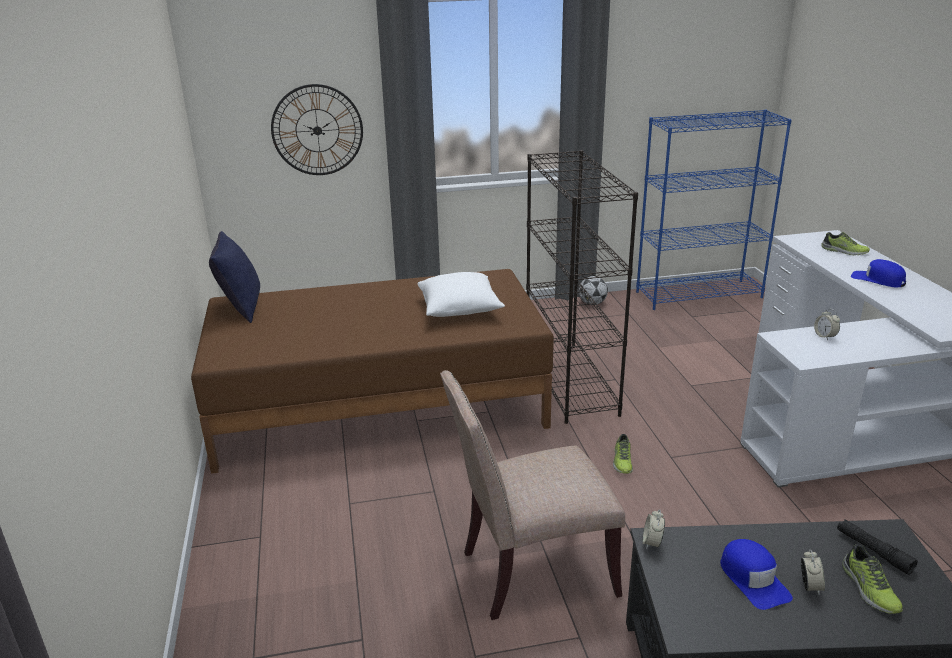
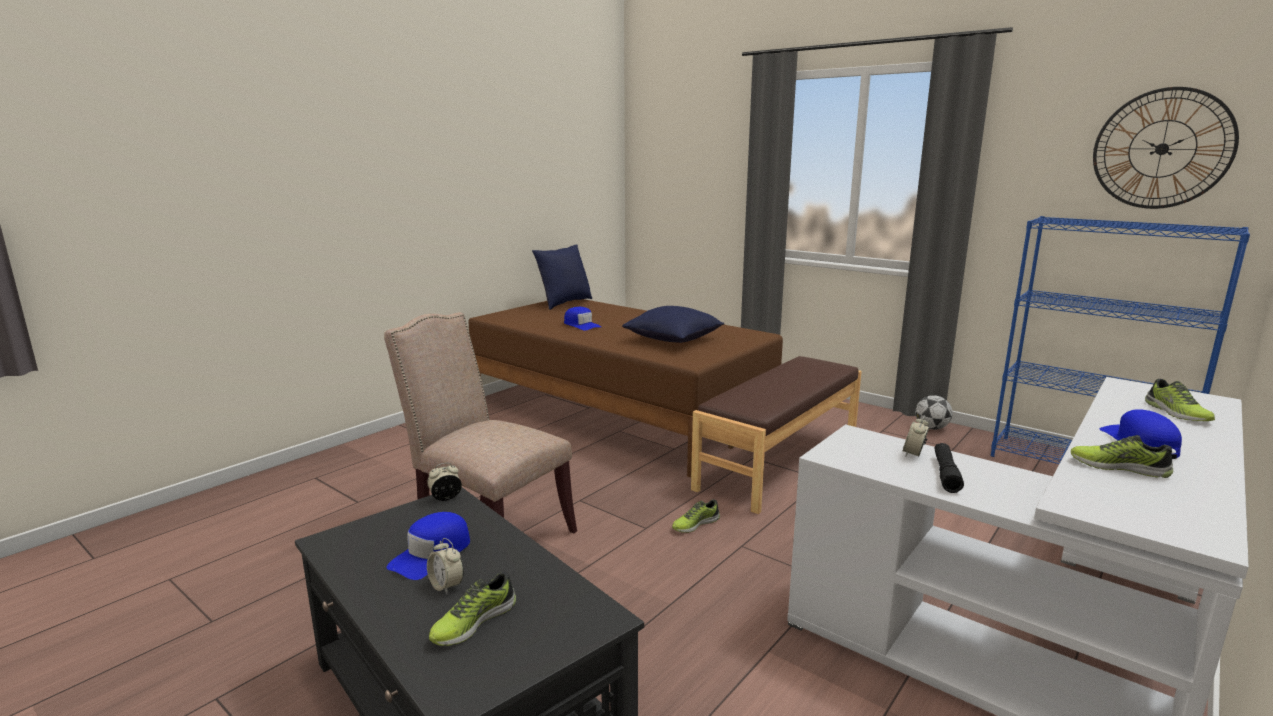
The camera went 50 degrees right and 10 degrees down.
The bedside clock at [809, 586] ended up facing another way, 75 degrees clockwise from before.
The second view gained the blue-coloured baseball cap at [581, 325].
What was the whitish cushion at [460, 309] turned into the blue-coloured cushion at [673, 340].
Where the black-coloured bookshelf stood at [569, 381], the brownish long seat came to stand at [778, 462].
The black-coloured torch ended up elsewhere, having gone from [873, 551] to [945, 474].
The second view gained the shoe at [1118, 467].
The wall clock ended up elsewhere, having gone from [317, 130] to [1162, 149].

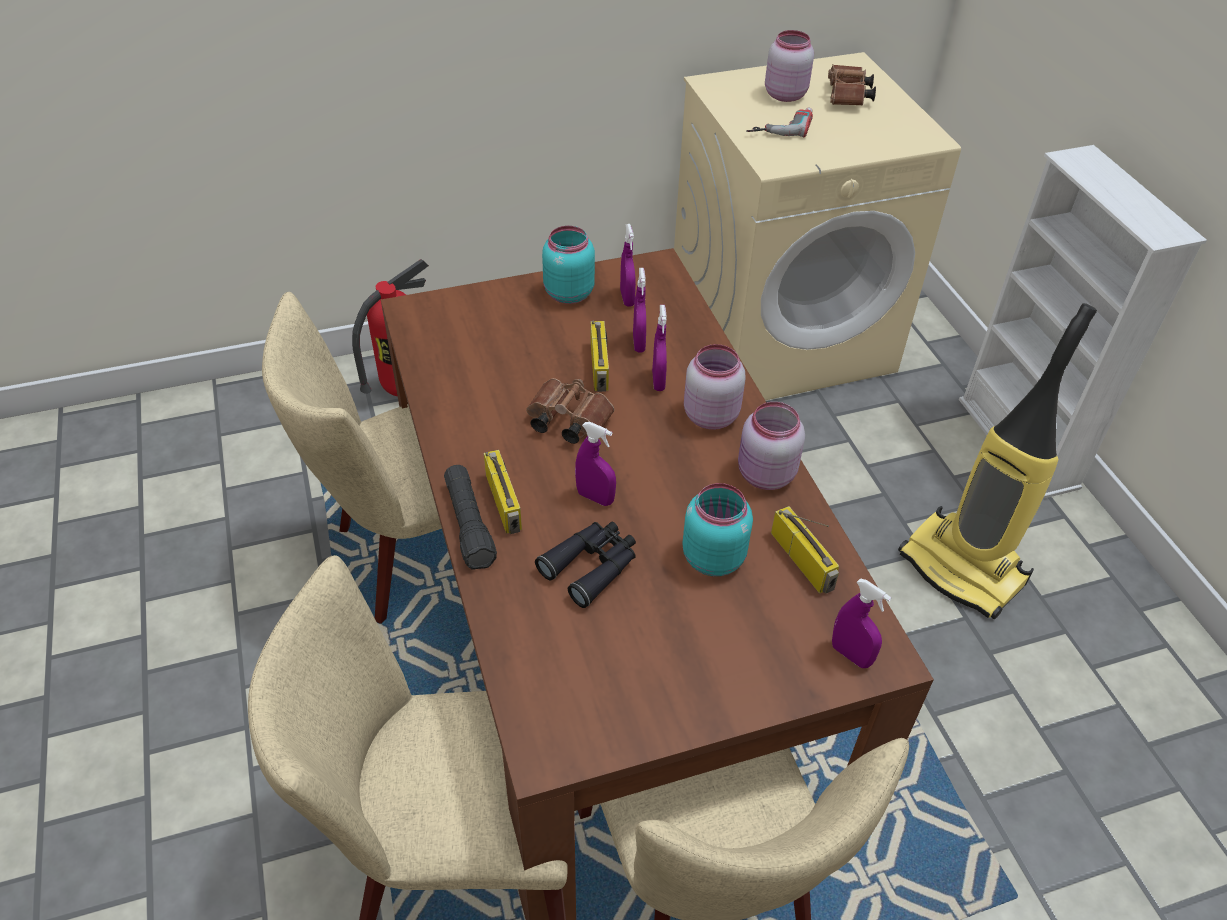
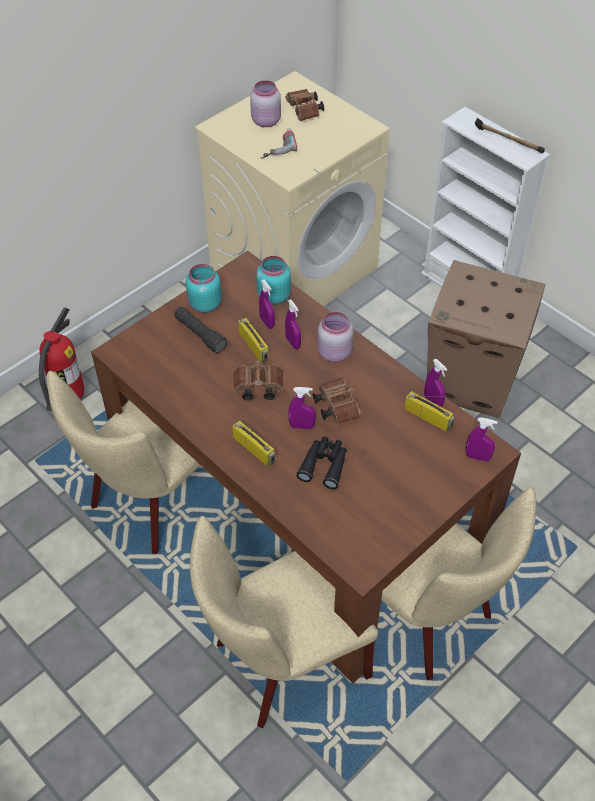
The camera went 25 degrees left and 5 degrees up.
The black-coloured torch ended up elsewhere, having gone from [469, 525] to [200, 335].
The turquoise-coloured jar ended up elsewhere, having gone from [712, 556] to [273, 296].
The second view gained the brownish pair of binoculars at [335, 406].
The purplish hand sprayer ended up elsewhere, having gone from [627, 298] to [433, 401].
Where the vacuum cleaner stood at [964, 569], the cardboard box came to stand at [472, 380].
The second view gained the hand hammer at [505, 143].
The second view lost the pink-coloured jar at [764, 475].

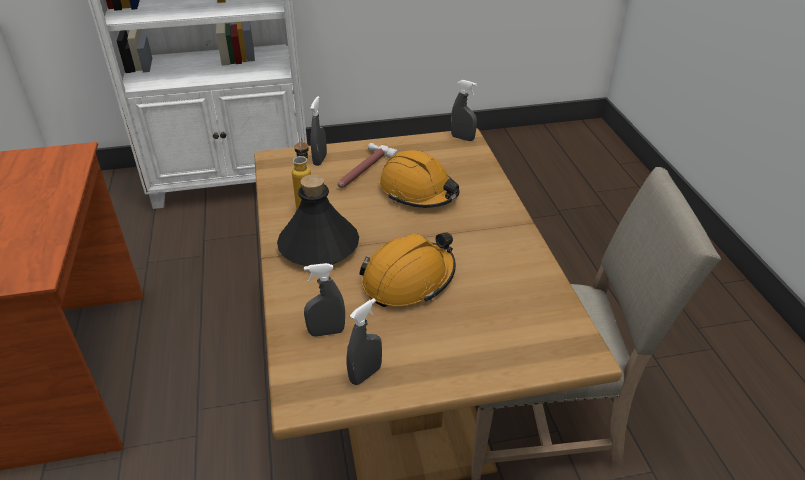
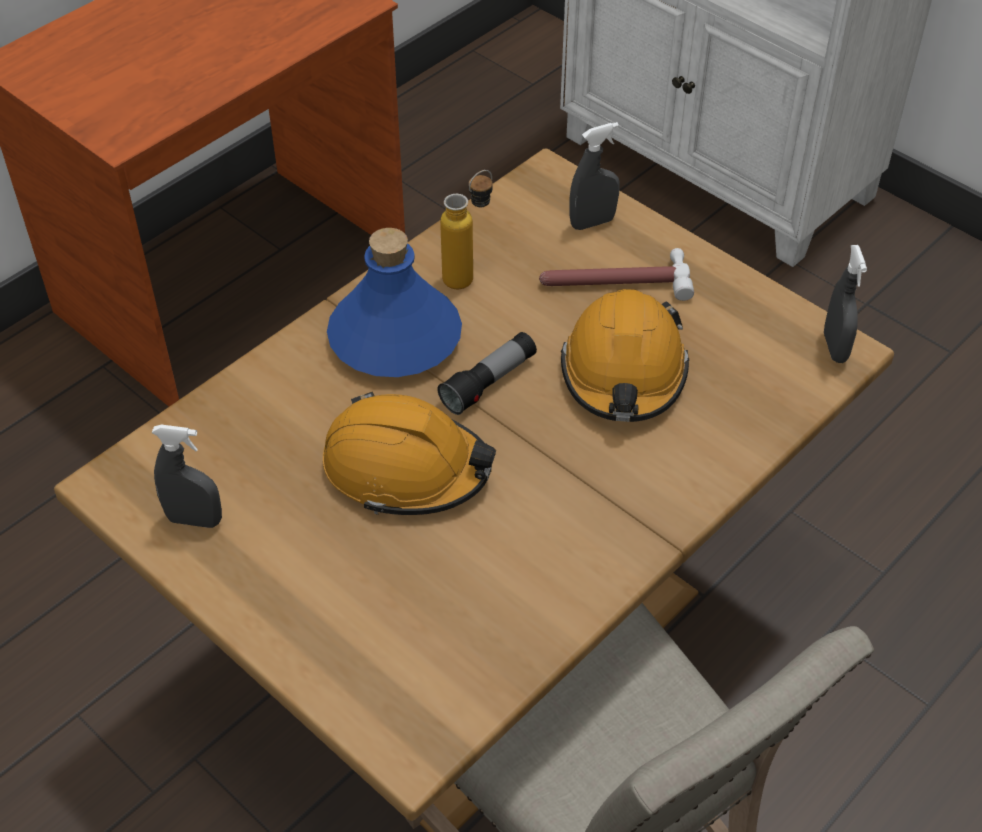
The camera went 55 degrees right and 10 degrees up.
What was the black-coloured beverage bottle at [319, 246] turned into the blue-coloured beverage bottle at [395, 339].
The second view gained the torch at [489, 383].
The second view lost the greyish hand sprayer at [326, 332].

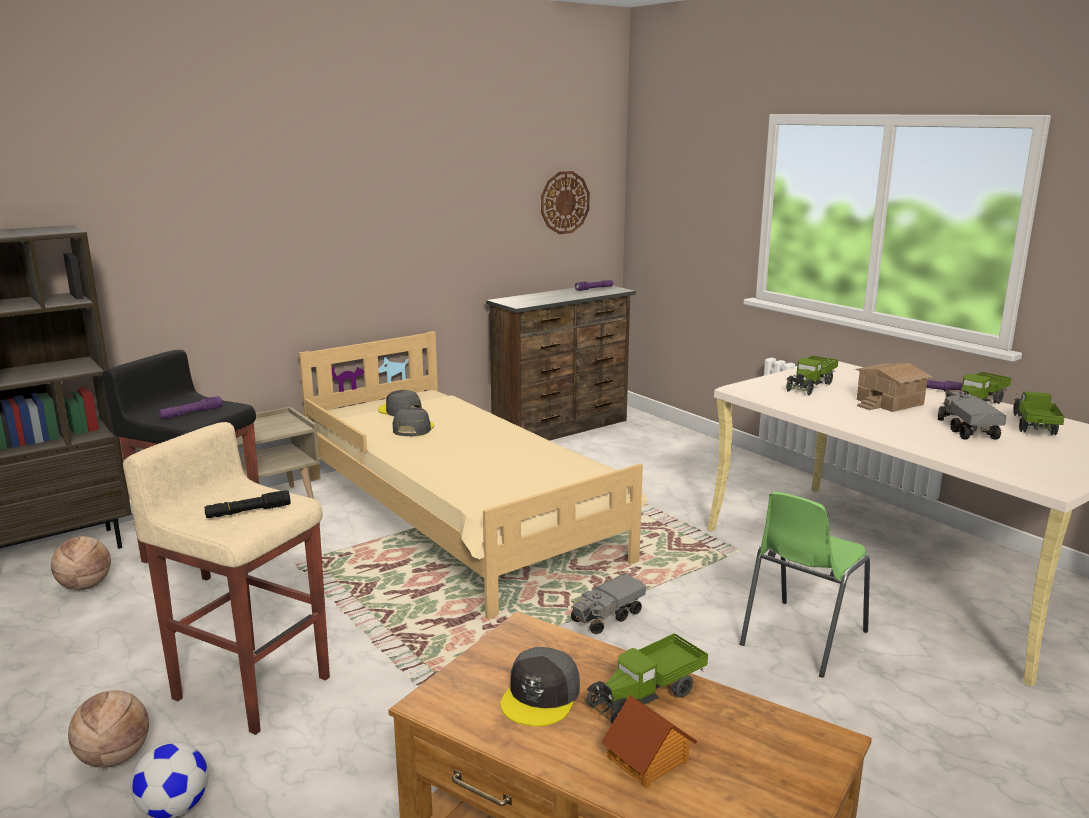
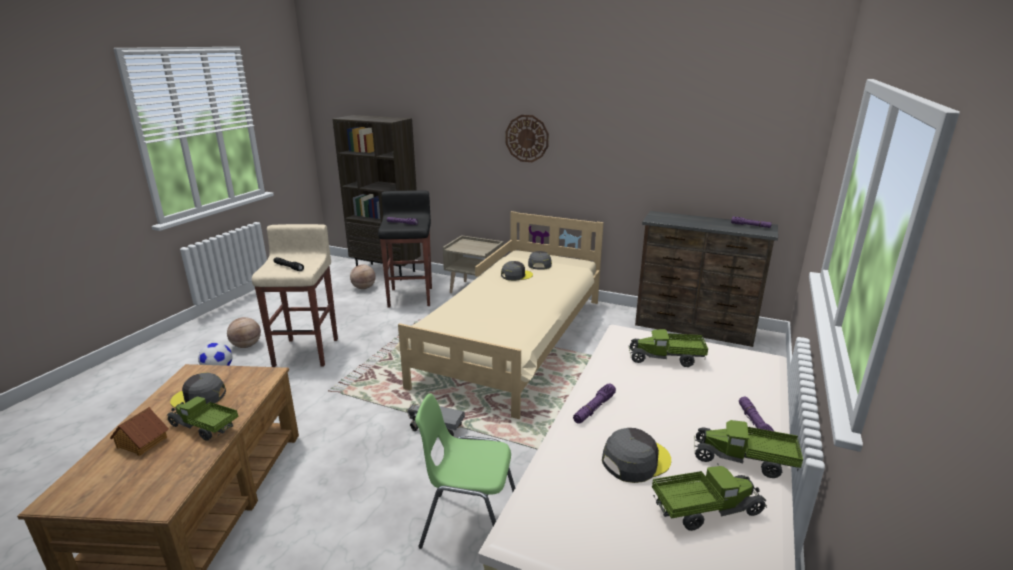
The camera went 60 degrees right and 5 degrees up.
The wall clock ended up elsewhere, having gone from [564, 202] to [527, 138].
The second view gained the purplish torch at [594, 408].
Where the toy truck stood at [966, 429], the greyish baseball cap came to stand at [635, 460].
The second view lost the toy house at [891, 402].

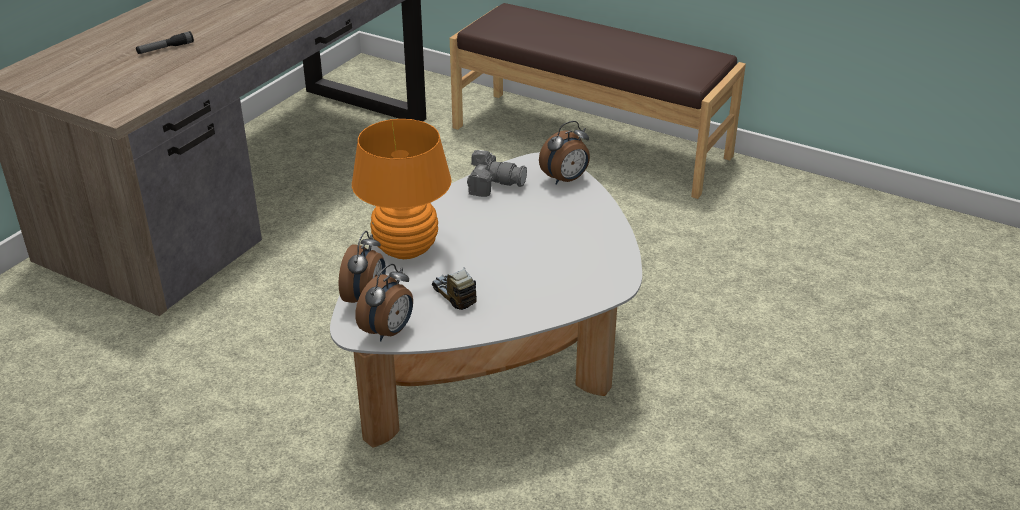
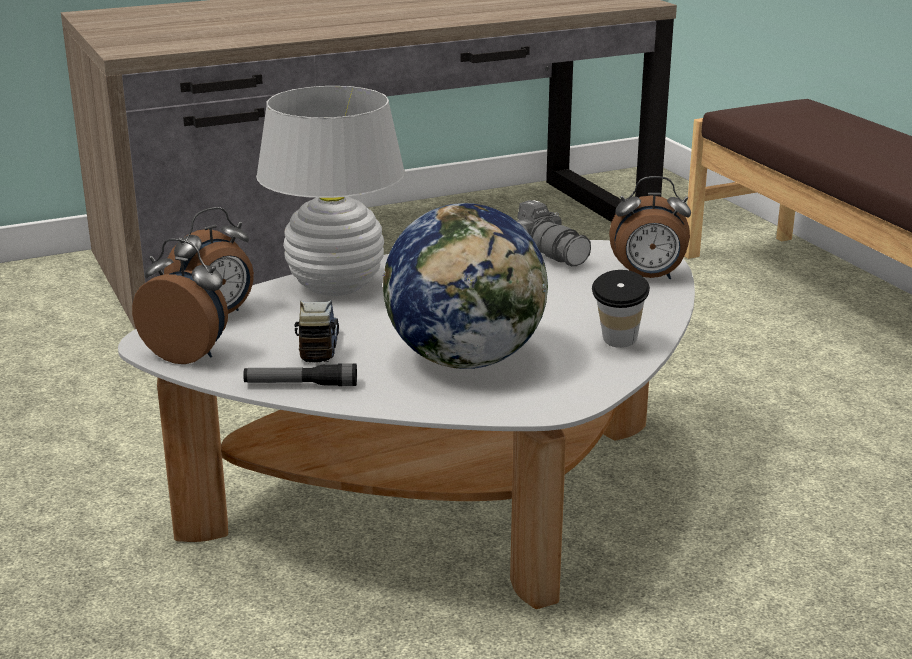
The camera went 35 degrees right and 10 degrees down.
The bedside clock at [389, 332] ended up facing another way, 135 degrees counterclockwise from before.
The torch ended up elsewhere, having gone from [165, 48] to [301, 385].
What was the orangey table lamp at [406, 249] turned into the whitish table lamp at [336, 286].
The second view gained the world globe at [466, 359].
The second view gained the small cup at [617, 345].

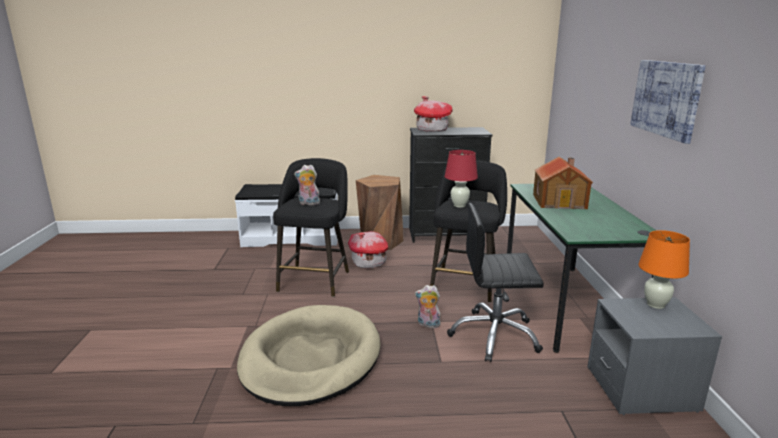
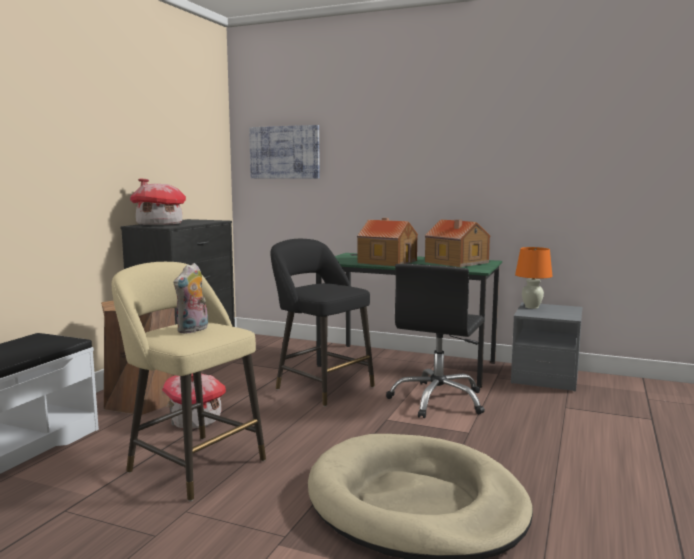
The camera went 65 degrees left and 10 degrees down.
What was the black-coloured stool at [315, 279] turned into the sand-coloured stool at [192, 464].
The picture ended up elsewhere, having gone from [666, 98] to [284, 152].
The second view gained the toy house at [456, 262].
The second view lost the soft toy at [427, 325].
The second view lost the red table lamp at [459, 205].

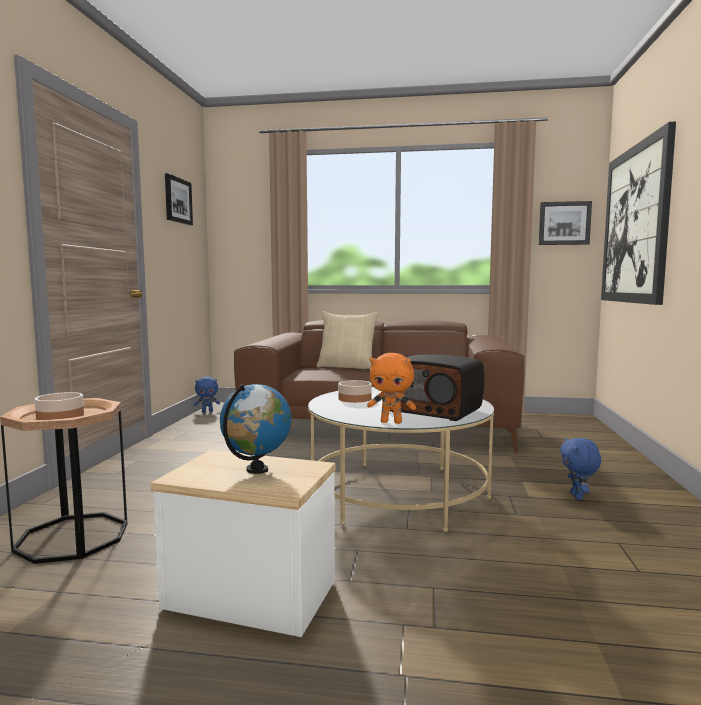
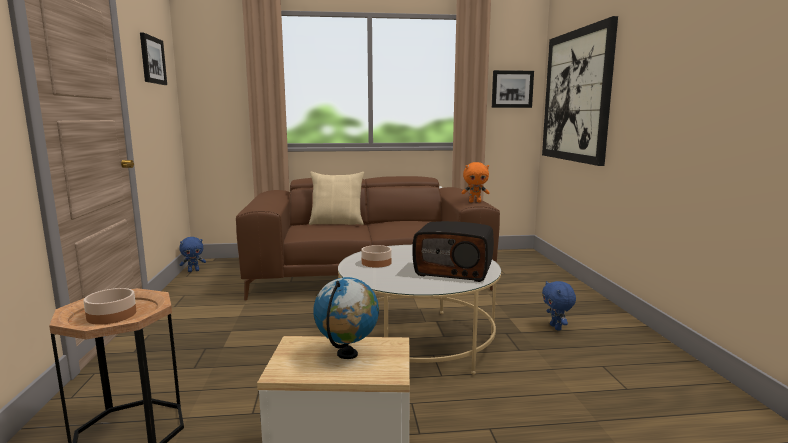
The camera went 15 degrees left and 5 degrees up.
The orangey soft toy ended up elsewhere, having gone from [391, 422] to [475, 202].

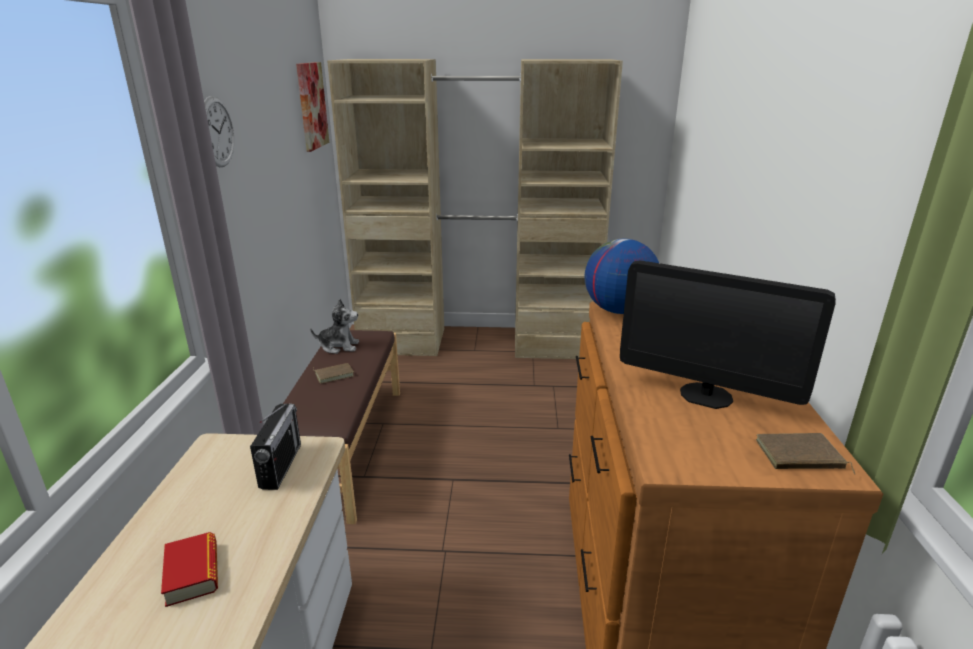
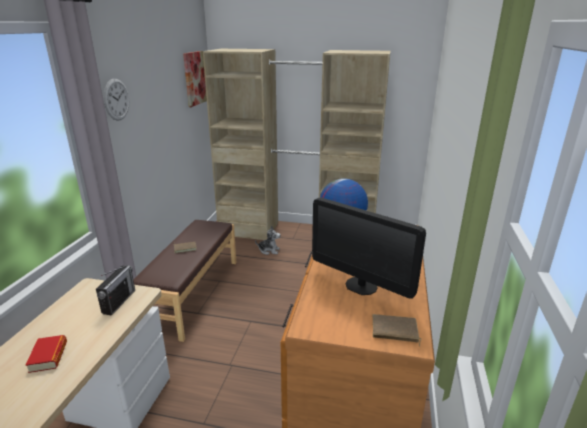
The camera went 10 degrees right and 0 degrees up.
The soft toy ended up elsewhere, having gone from [339, 346] to [269, 250].

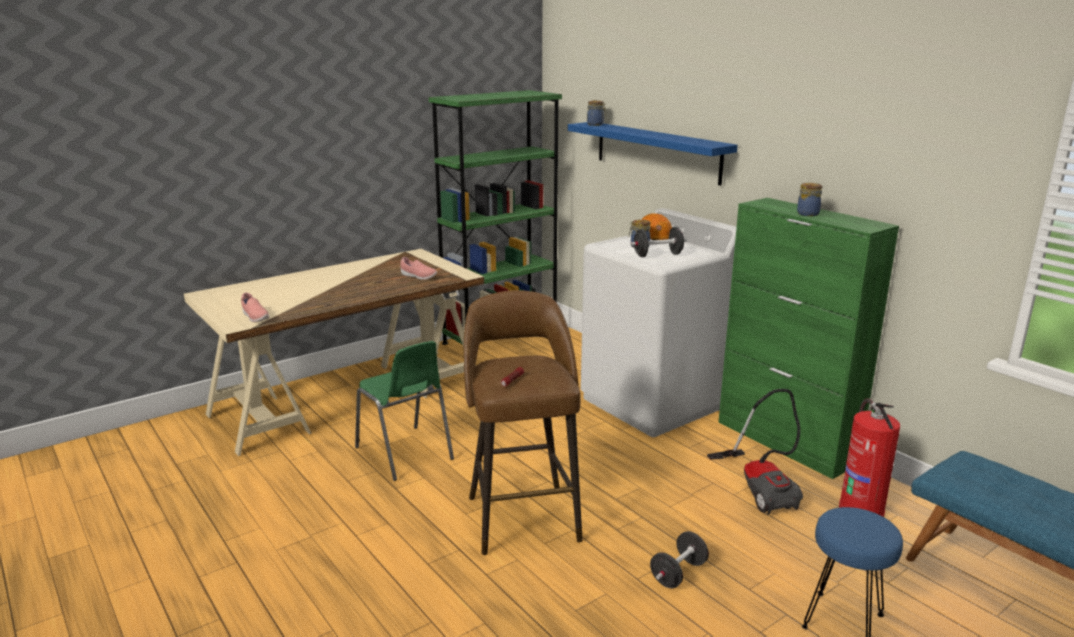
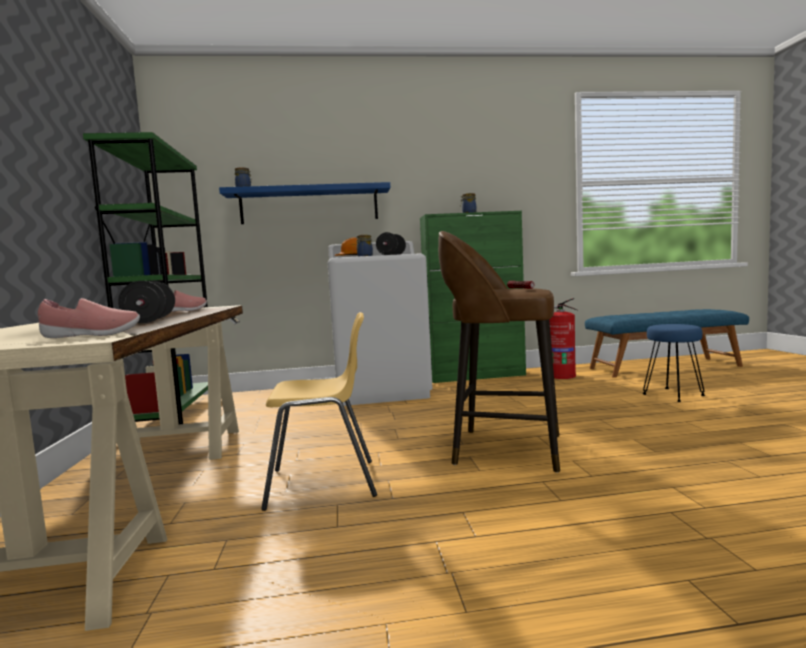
The camera went 60 degrees left and 15 degrees down.
The black-coloured hand weight ended up elsewhere, having gone from [678, 573] to [150, 320].
What was the green-coloured plain chair at [405, 453] turned into the yellow plain chair at [323, 483].
The second view lost the vacuum cleaner at [762, 488].

